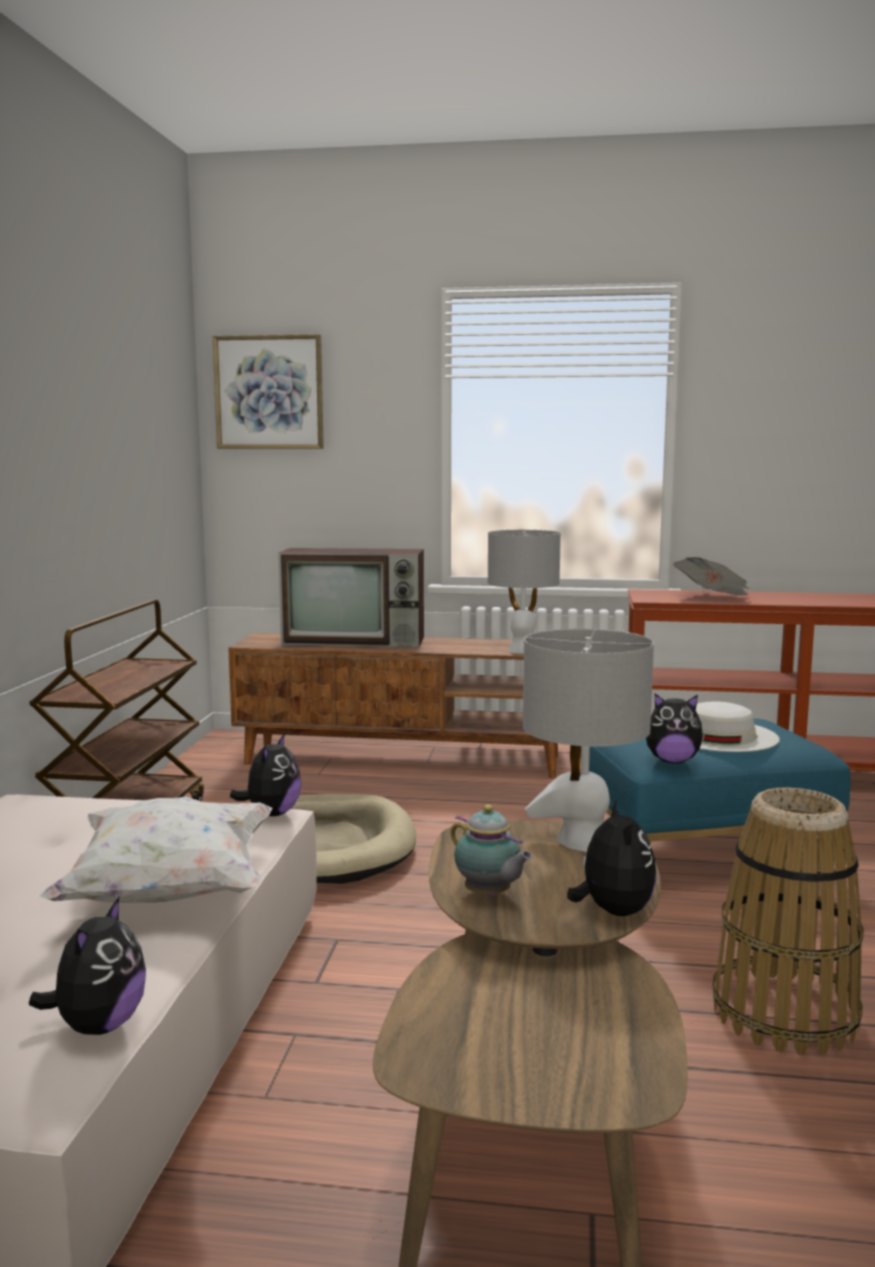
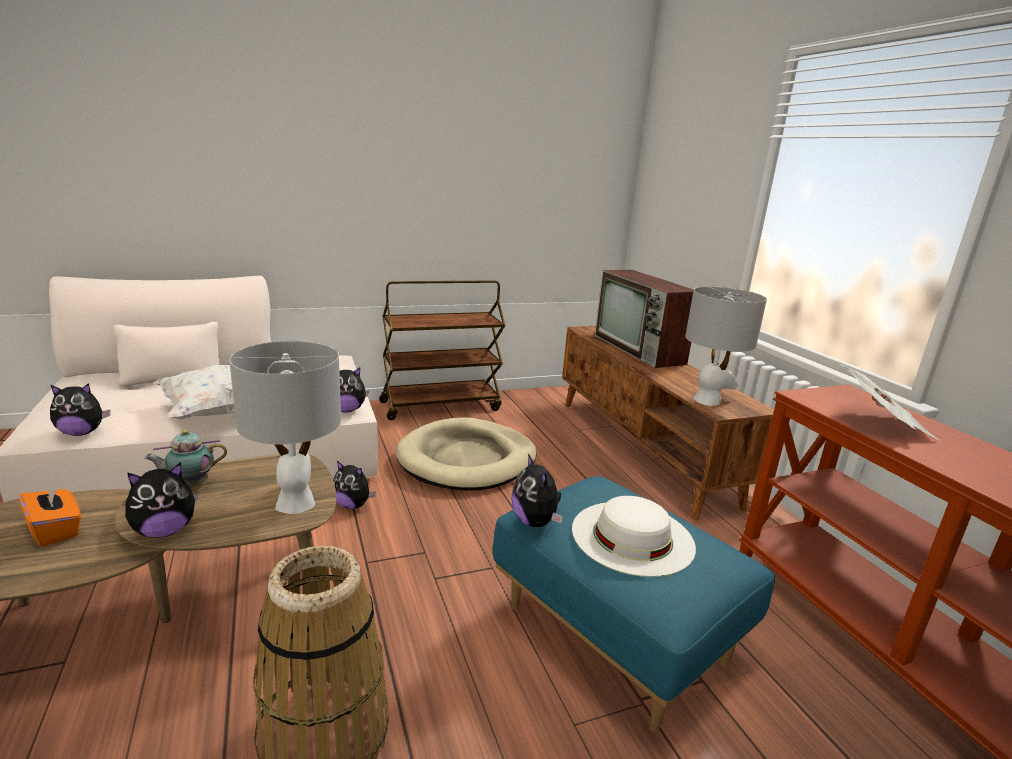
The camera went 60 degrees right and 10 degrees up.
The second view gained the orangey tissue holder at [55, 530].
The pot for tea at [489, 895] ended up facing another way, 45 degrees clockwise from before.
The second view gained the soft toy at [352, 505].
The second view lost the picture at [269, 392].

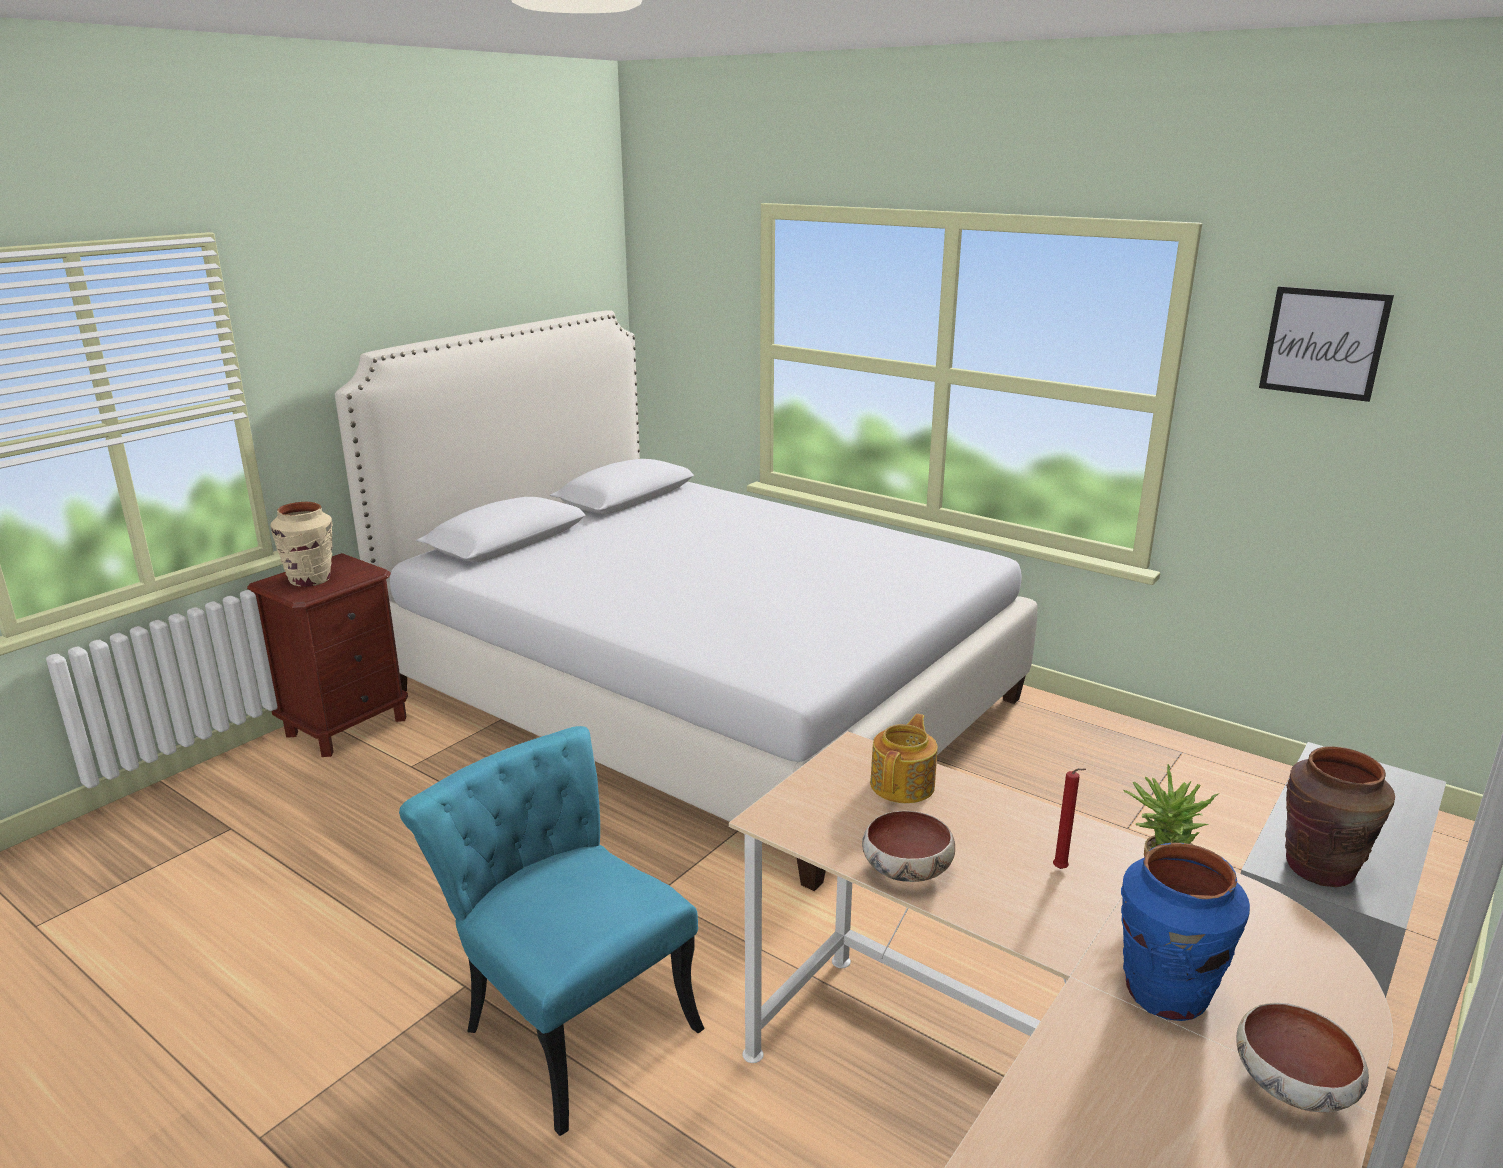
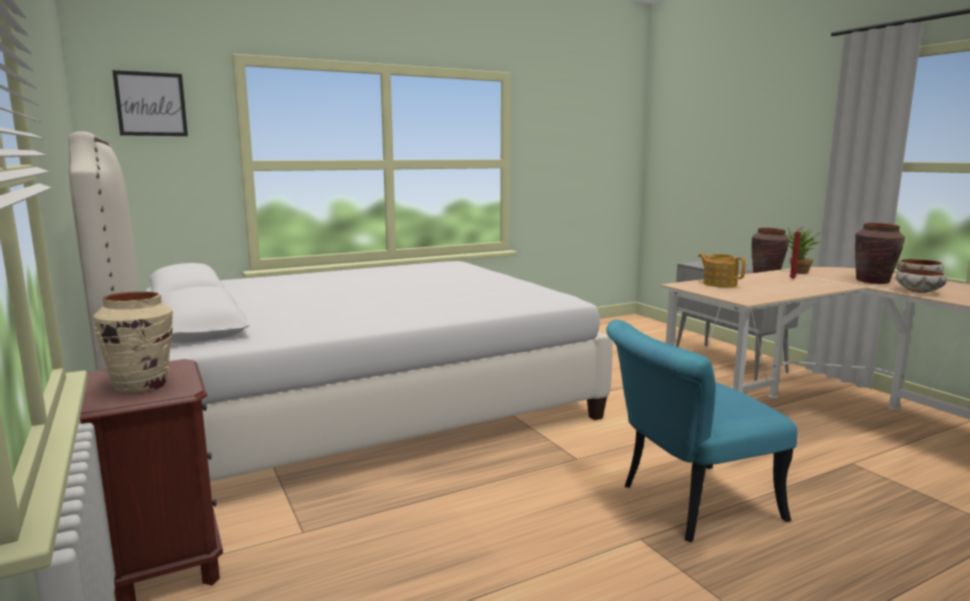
The camera went 65 degrees left and 10 degrees down.
The picture ended up elsewhere, having gone from [1323, 343] to [151, 104].
What was the blue-coloured vase at [1165, 993] turned into the brownish vase at [873, 281].
The serving bowl ended up elsewhere, having gone from [906, 871] to [919, 292].

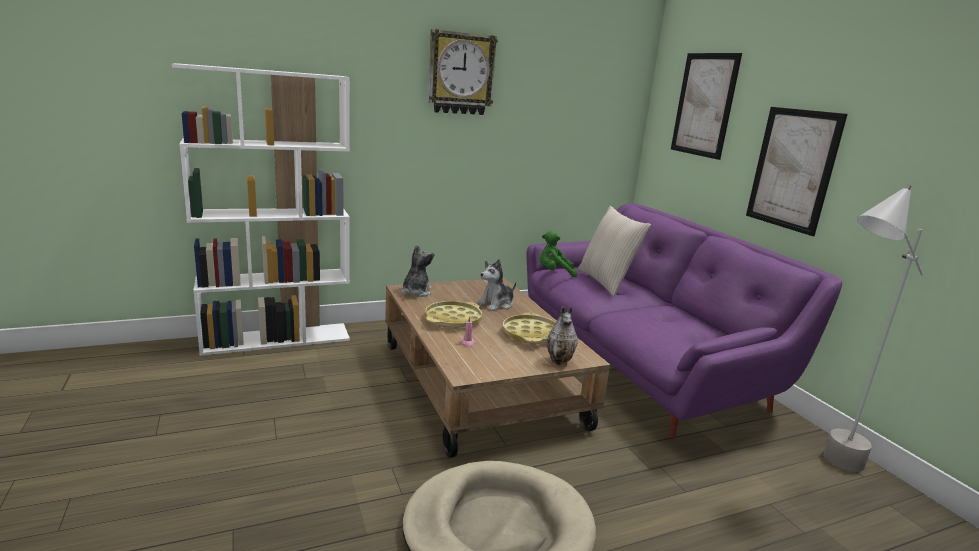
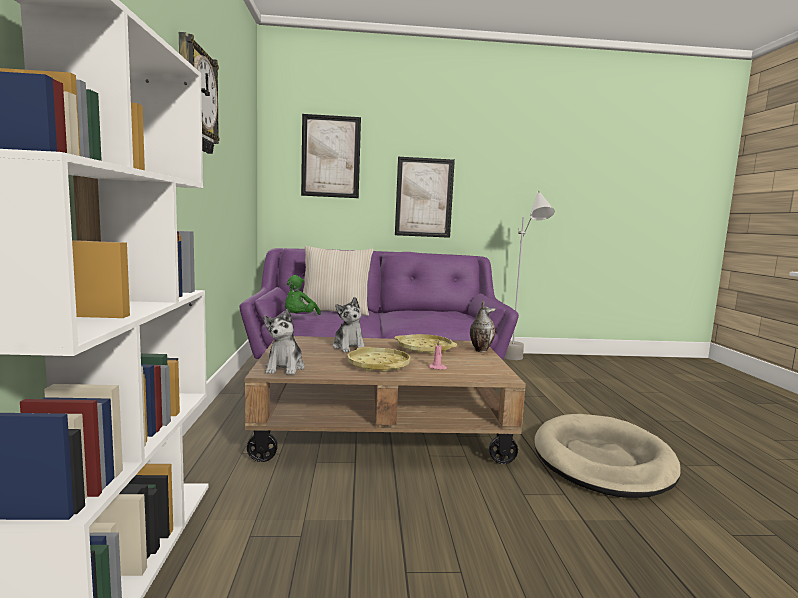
The camera went 70 degrees left and 10 degrees down.
The soft toy at [416, 292] ended up facing another way, 120 degrees counterclockwise from before.

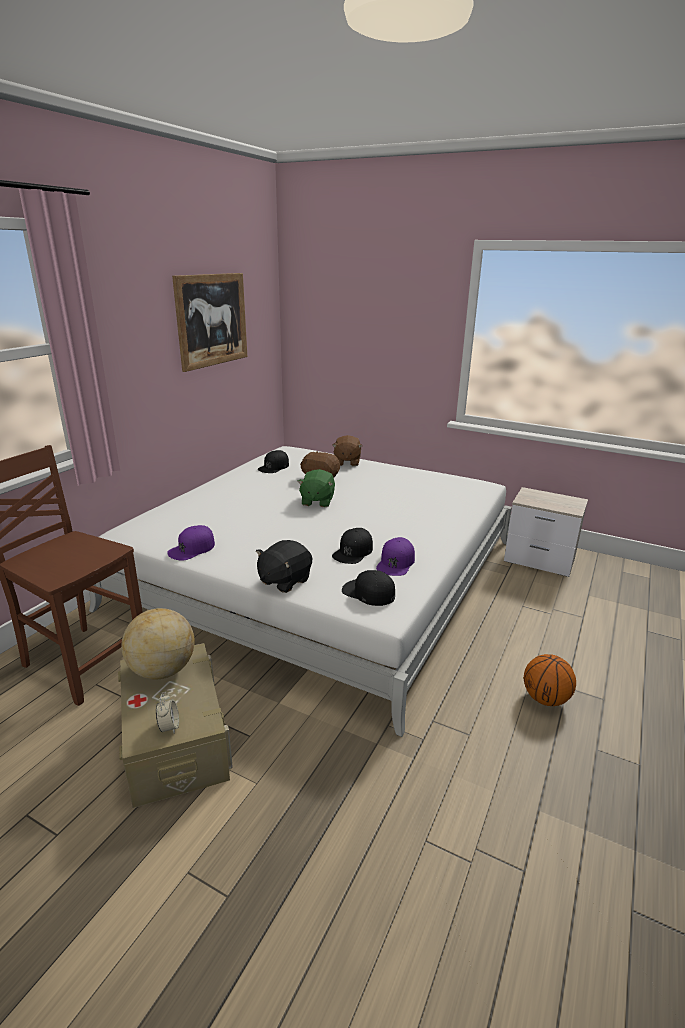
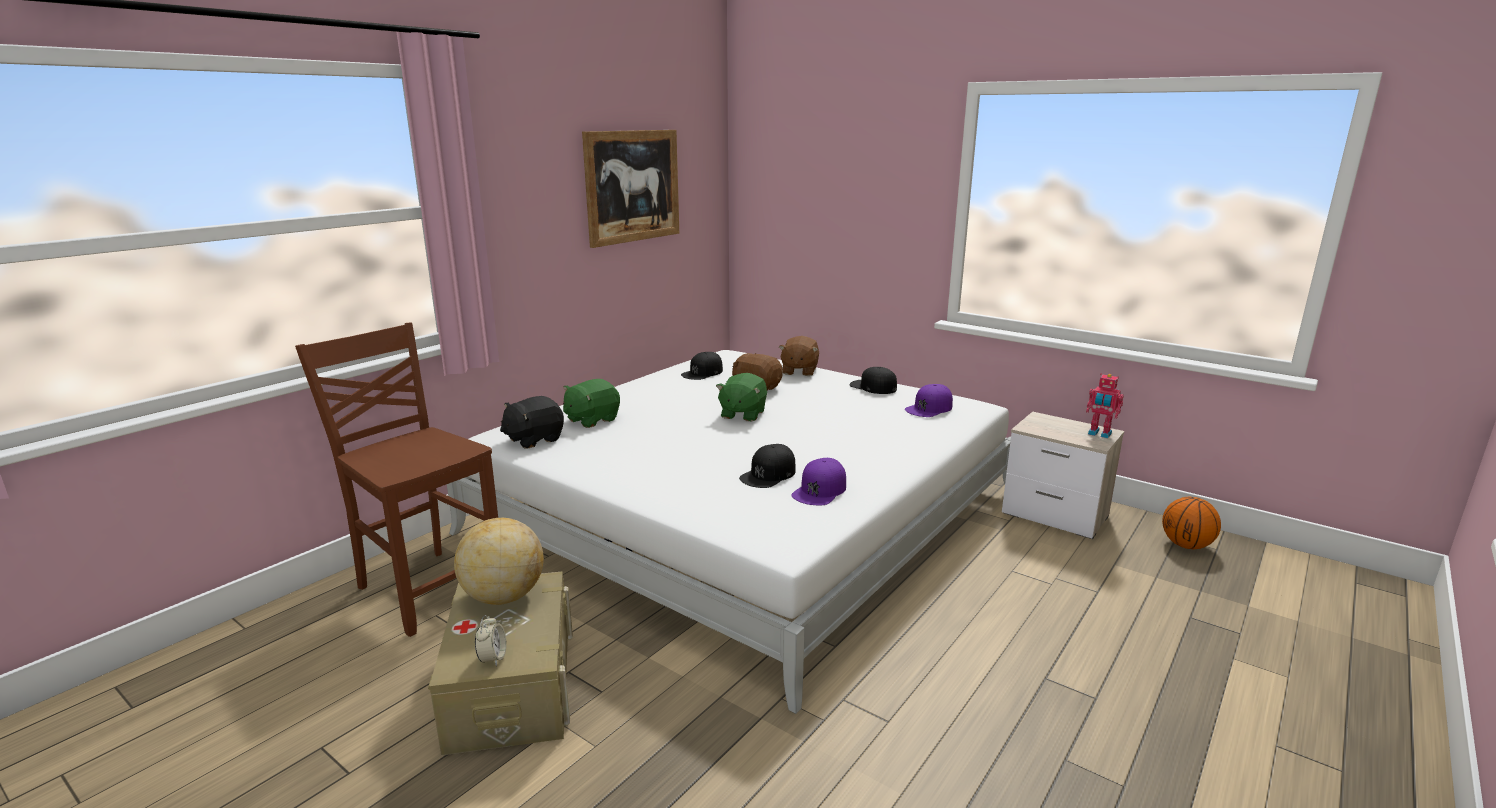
The camera went 10 degrees right and 5 degrees down.
The black-coloured soft toy ended up elsewhere, having gone from [284, 581] to [534, 439].
The second view gained the green-coloured soft toy at [591, 419].
The black-coloured baseball cap ended up elsewhere, having gone from [368, 592] to [873, 387].
The purplish baseball cap ended up elsewhere, having gone from [192, 549] to [929, 408].
The second view gained the toy robot at [1099, 434].
The basketball ended up elsewhere, having gone from [545, 699] to [1186, 545].

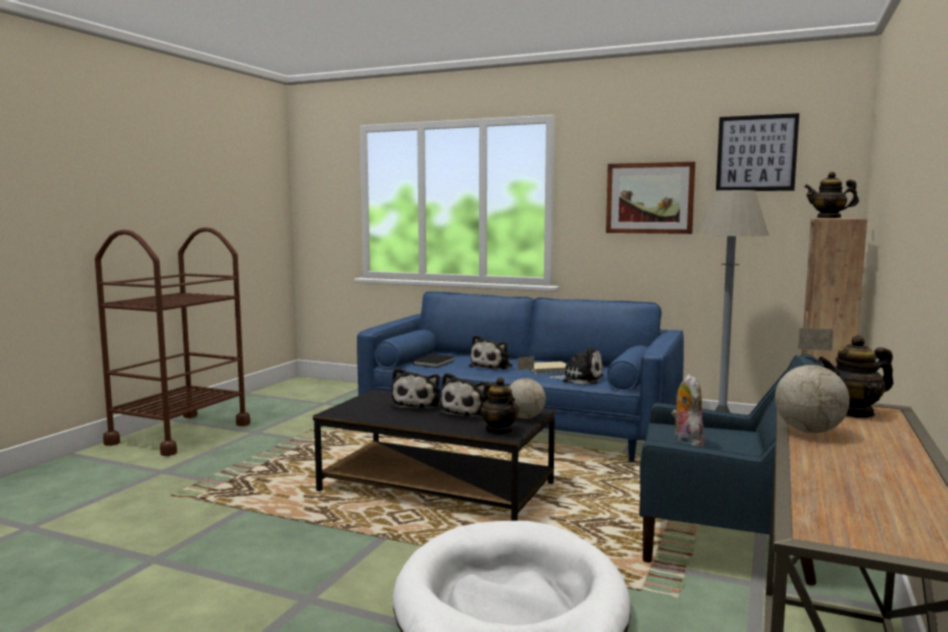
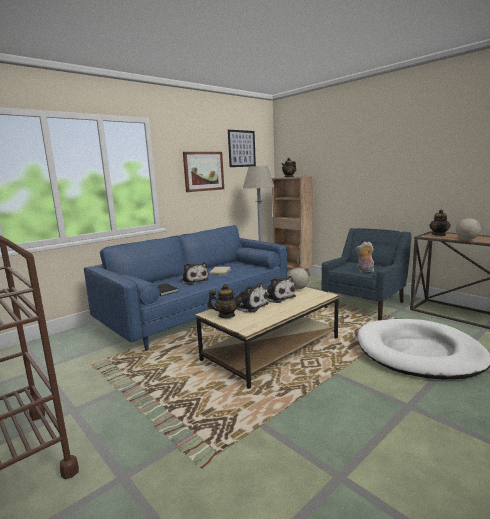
The camera went 65 degrees left and 5 degrees up.
What was the black-coloured lounge table at [438, 487] turned into the sand-coloured lounge table at [272, 348].
The pot for tea ended up elsewhere, having gone from [499, 430] to [226, 315].
The second view lost the soft toy at [579, 379].

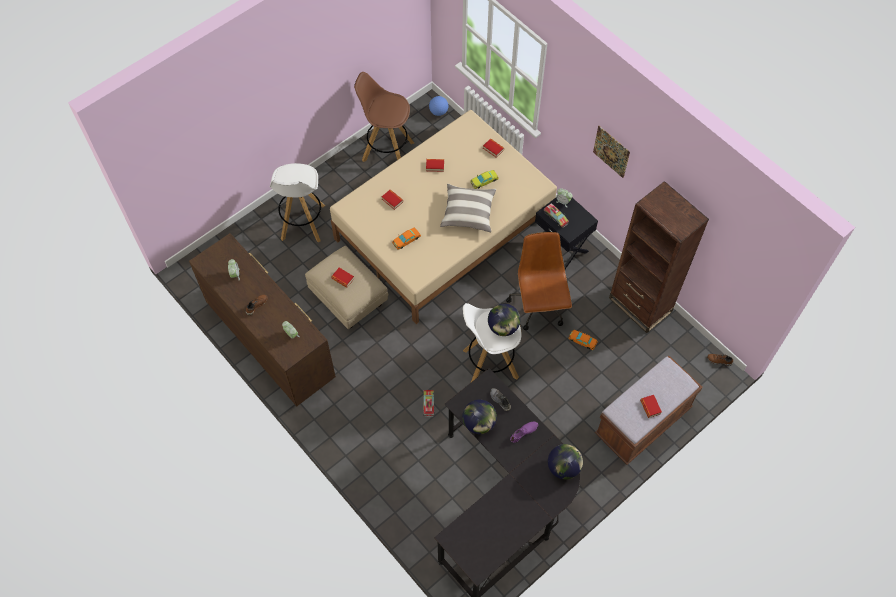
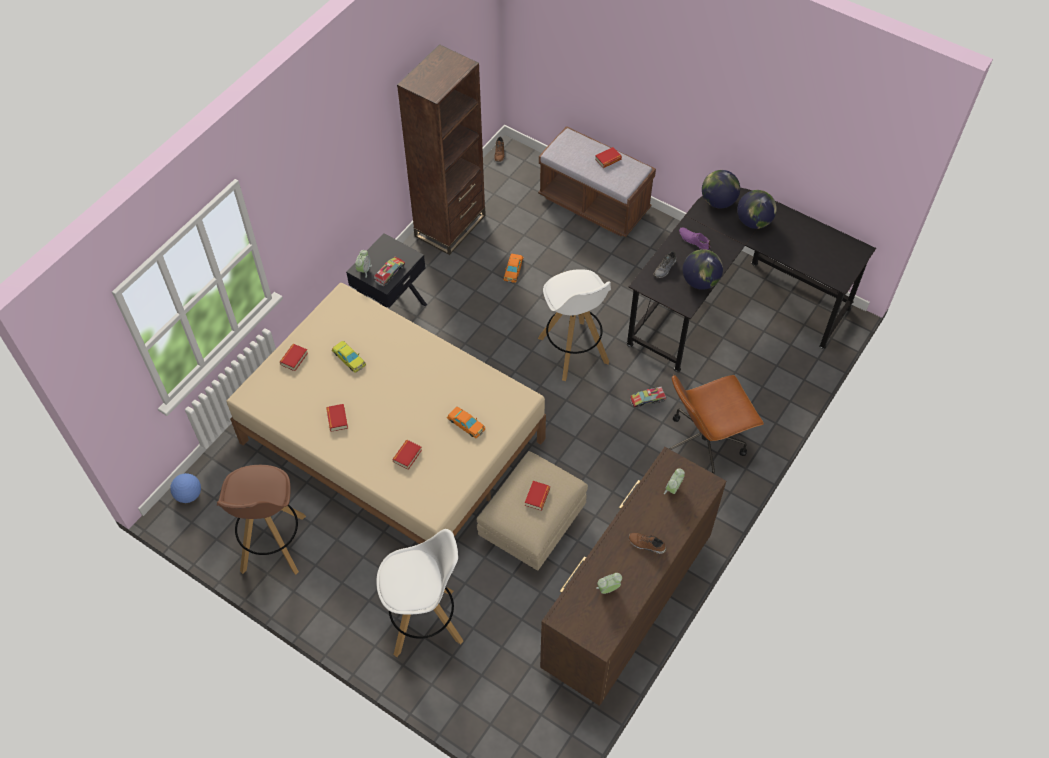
The camera went 105 degrees left and 5 degrees down.
The brownish desk chair ended up elsewhere, having gone from [539, 306] to [704, 445].
The world globe ended up elsewhere, having gone from [503, 327] to [754, 222].
The second view lost the cushion at [468, 213].
The second view lost the picture at [611, 151].

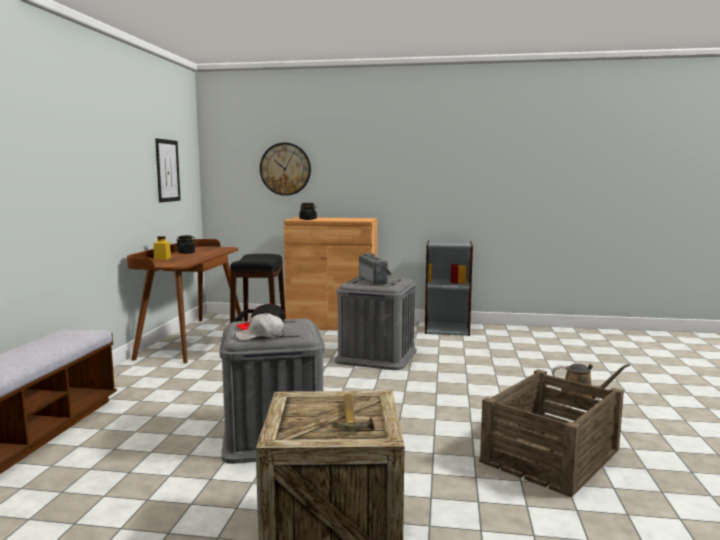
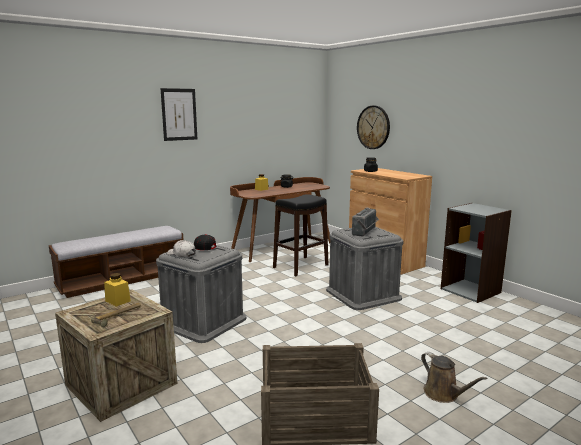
The camera went 45 degrees right and 5 degrees up.
The second view gained the yellow jar at [118, 301].
The picture ended up elsewhere, having gone from [167, 170] to [179, 114].

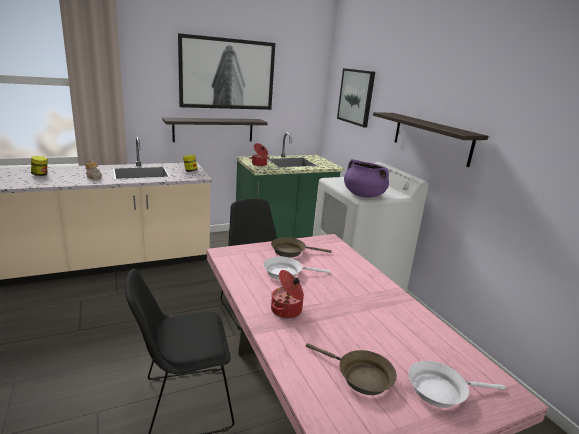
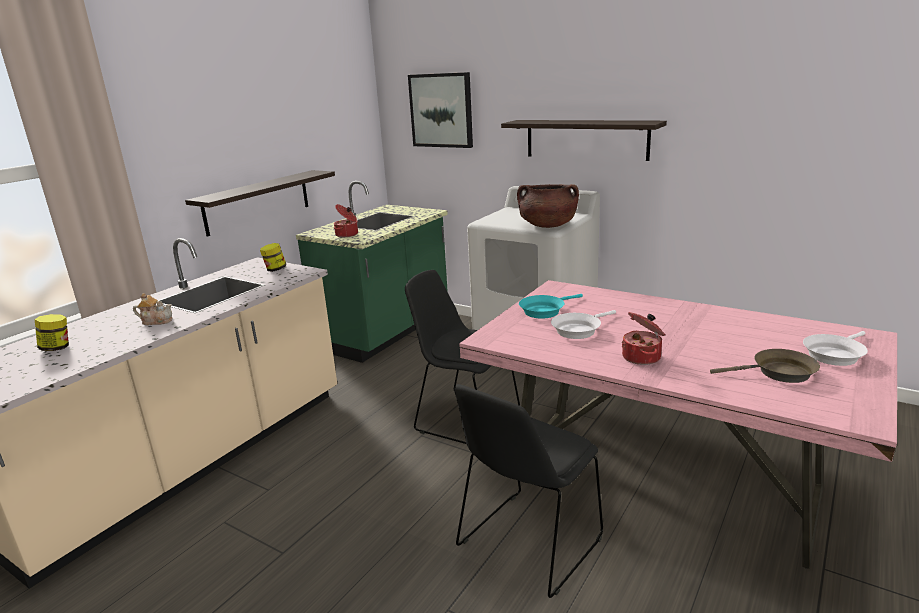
The camera went 30 degrees left and 0 degrees up.
What was the purplish stockpot at [363, 195] turned into the brownish stockpot at [547, 225].
What was the brownish skillet at [291, 251] turned into the turquoise-coloured skillet at [544, 310].
The second view lost the picture at [227, 74].

